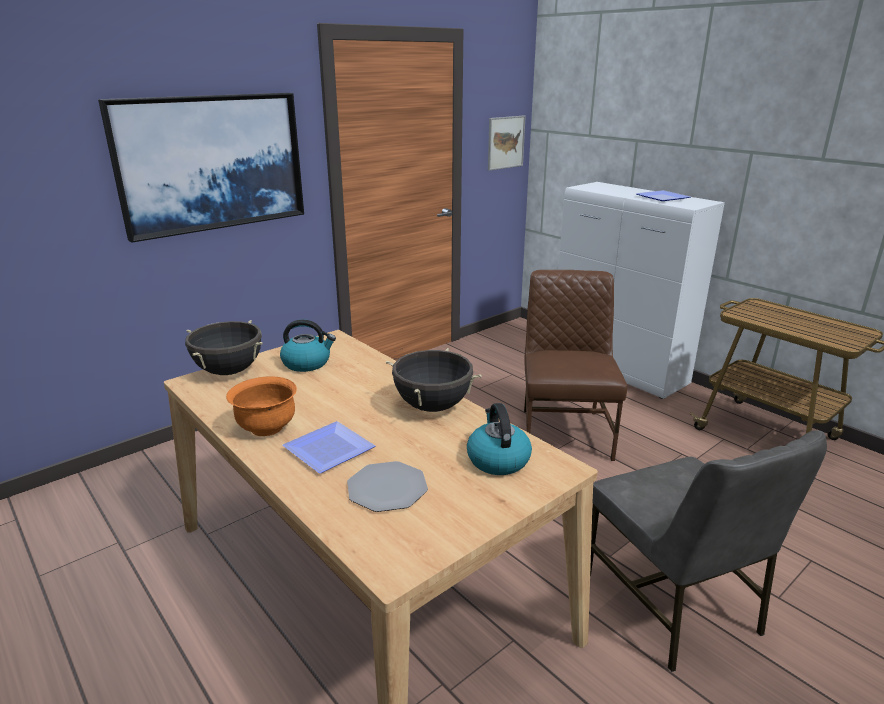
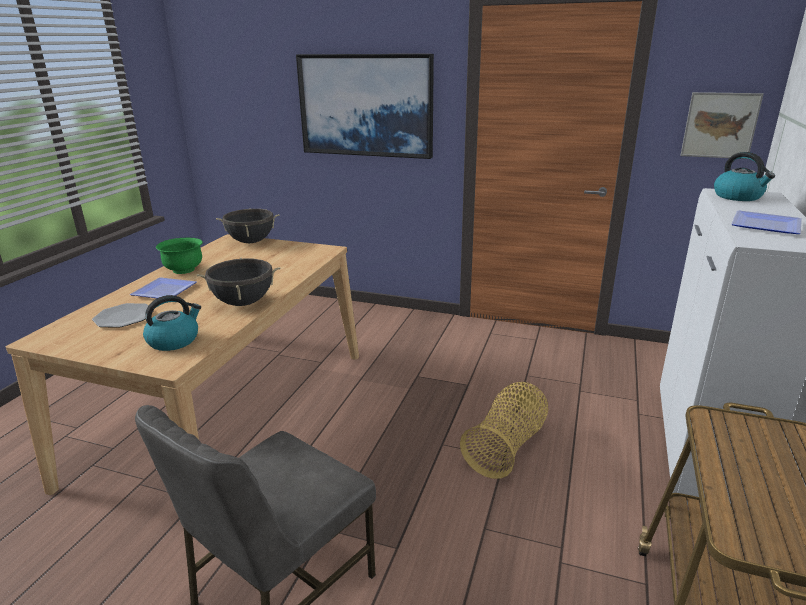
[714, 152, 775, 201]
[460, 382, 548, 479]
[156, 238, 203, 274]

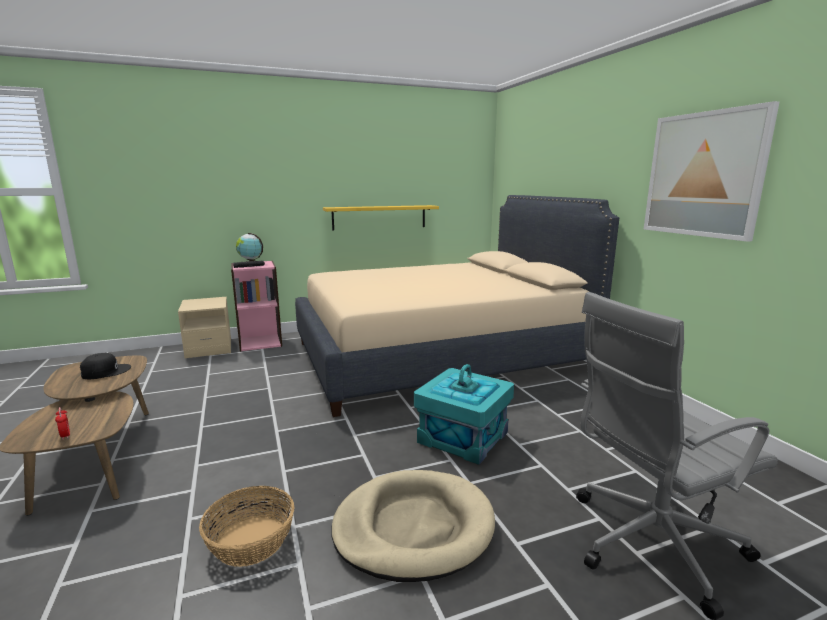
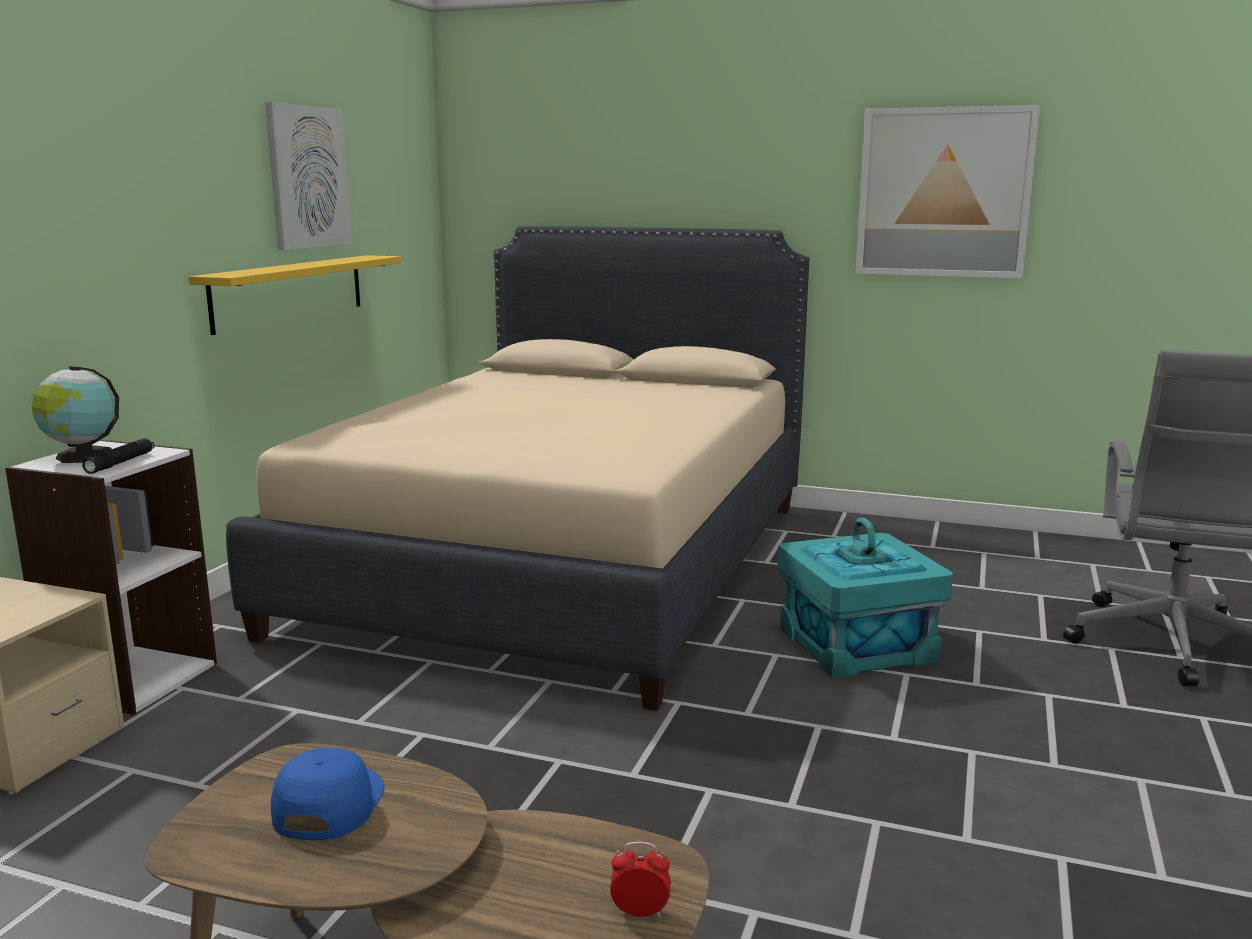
[199, 486, 295, 567] (first image)
[331, 470, 495, 582] (first image)
[265, 102, 352, 250]
[271, 748, 385, 840]
[5, 440, 217, 715]

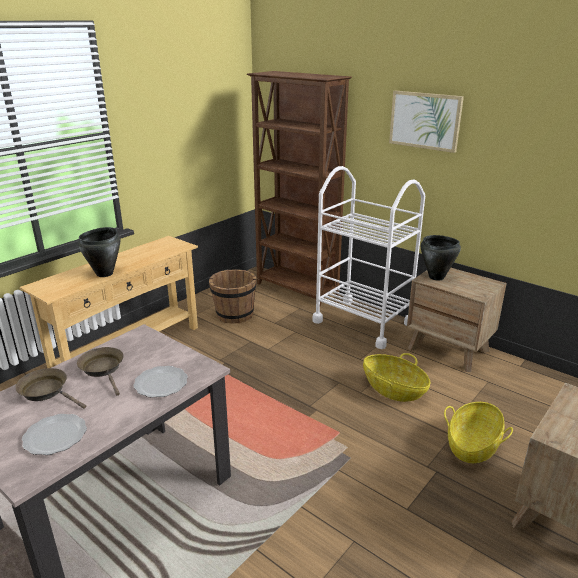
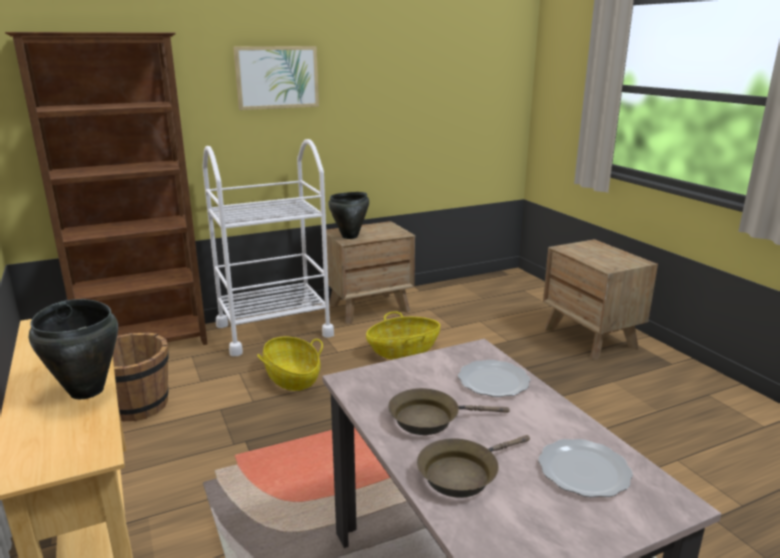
[257, 337, 323, 391]

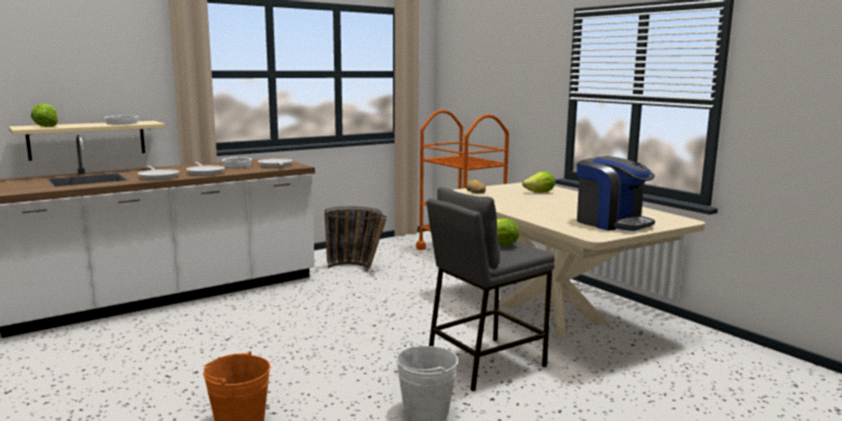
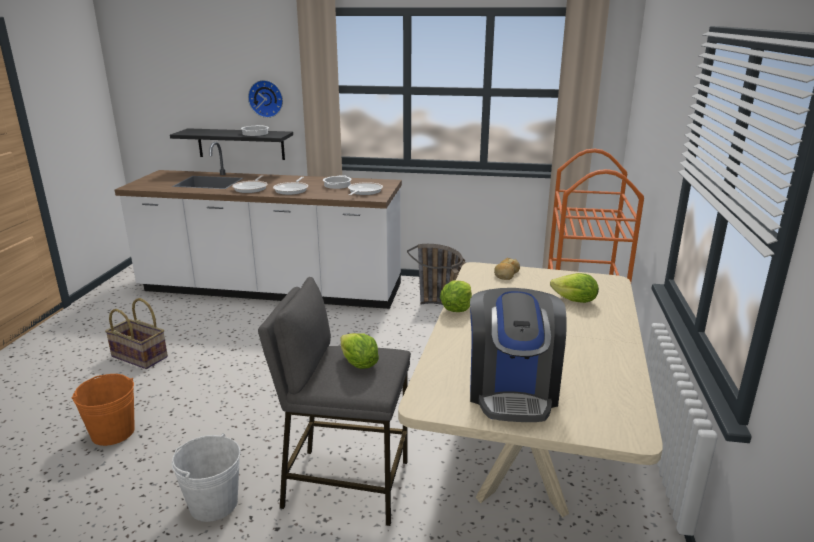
[105, 298, 168, 369]
[248, 80, 283, 118]
[440, 281, 472, 312]
[170, 128, 293, 160]

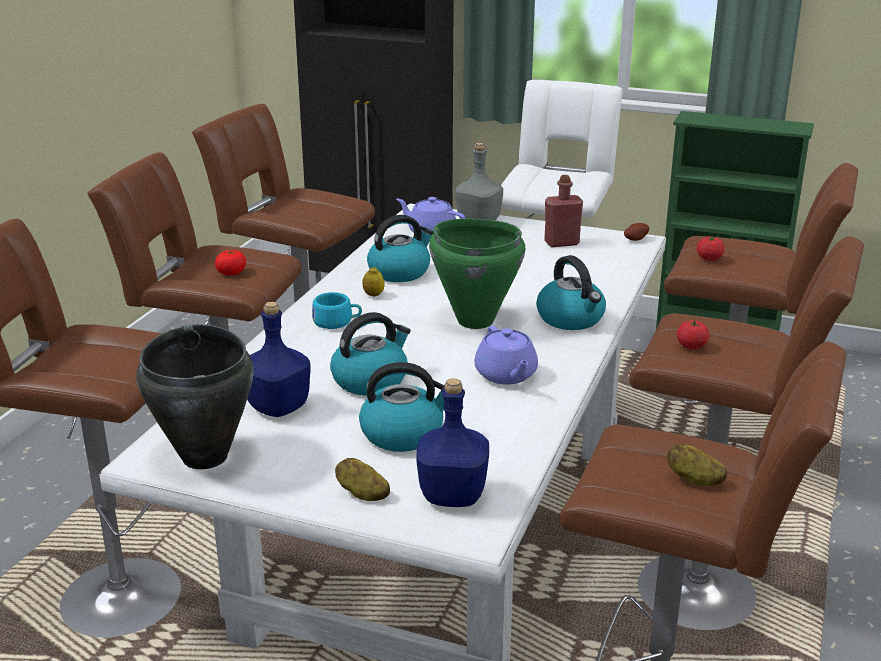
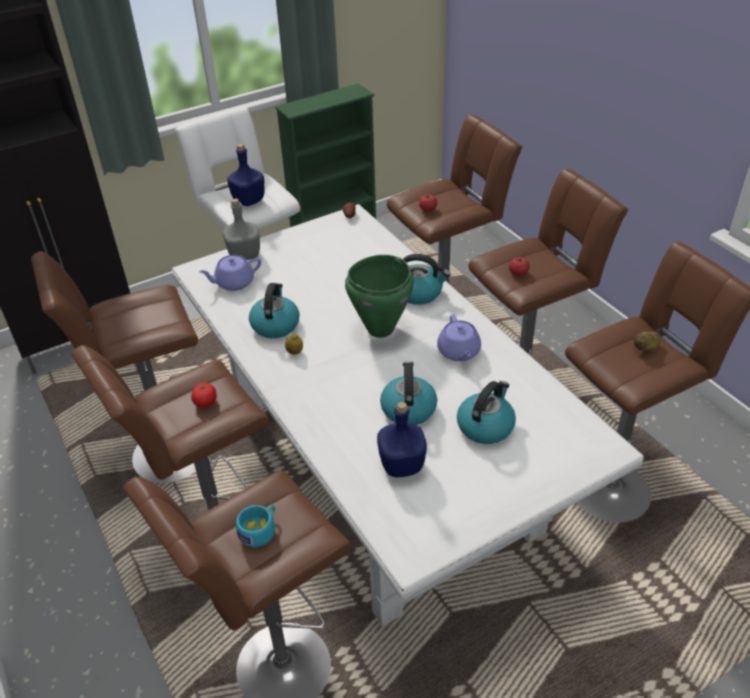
[136, 324, 254, 469] (first image)
[335, 458, 390, 501] (first image)
[544, 175, 583, 247] (first image)
[236, 505, 275, 547]
[227, 144, 264, 206]
[437, 314, 481, 361]

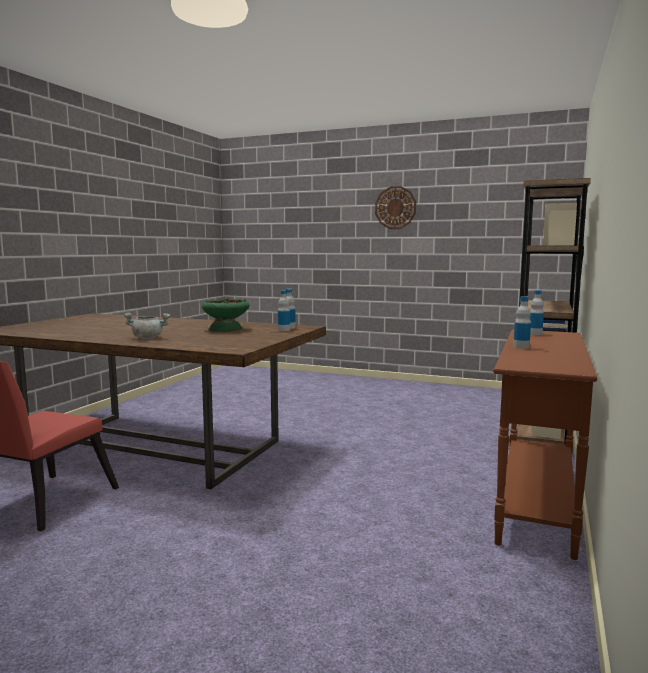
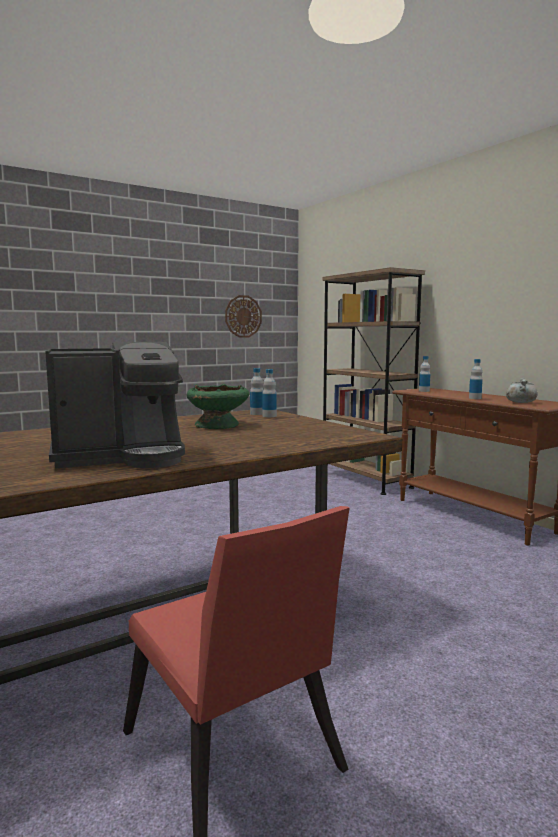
[45, 342, 185, 468]
[506, 378, 538, 403]
[225, 295, 262, 338]

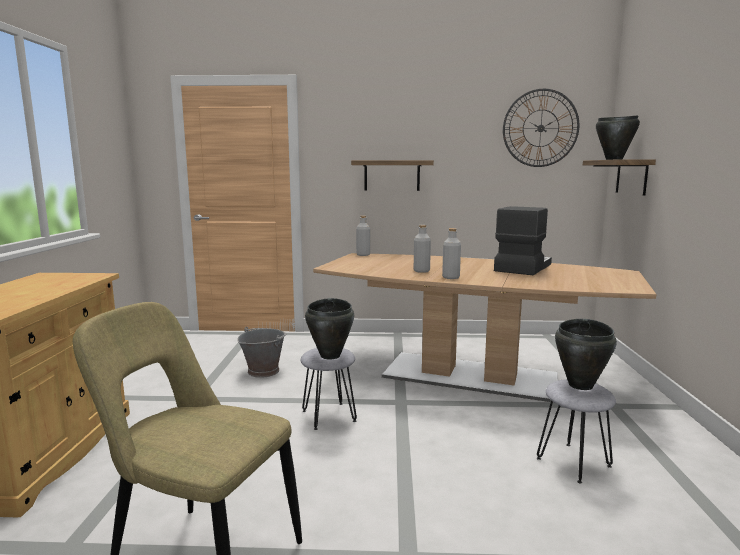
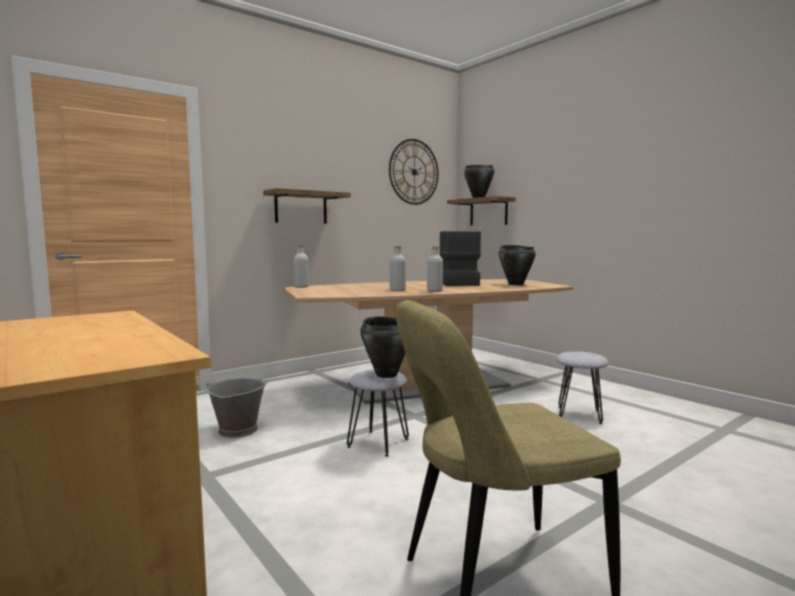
[499, 245, 536, 285]

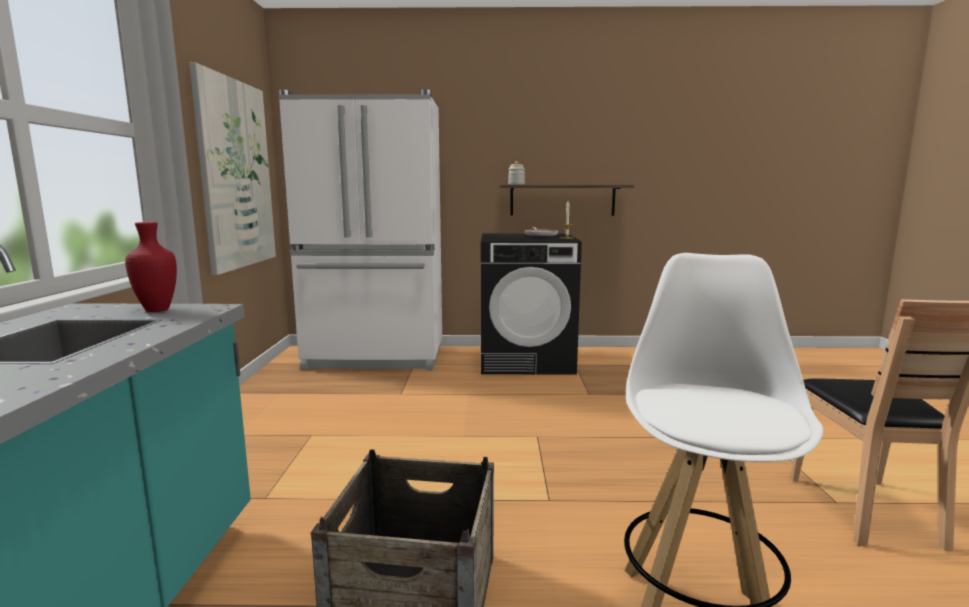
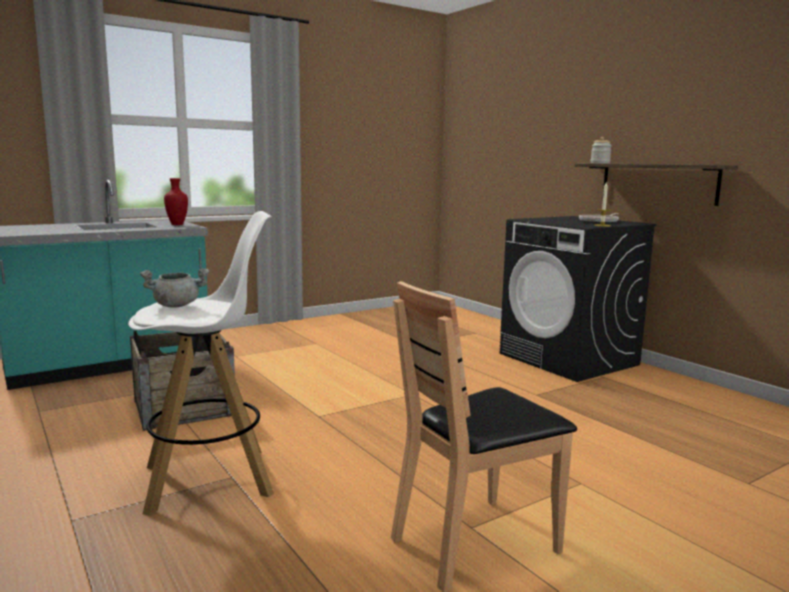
[189, 62, 276, 275] (first image)
[279, 89, 442, 371] (first image)
[140, 268, 209, 308]

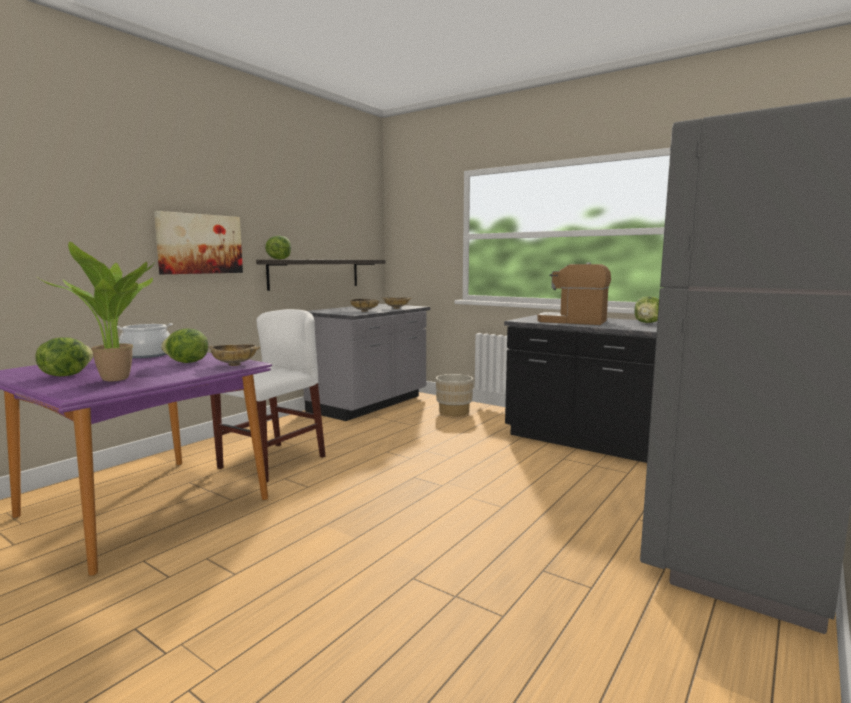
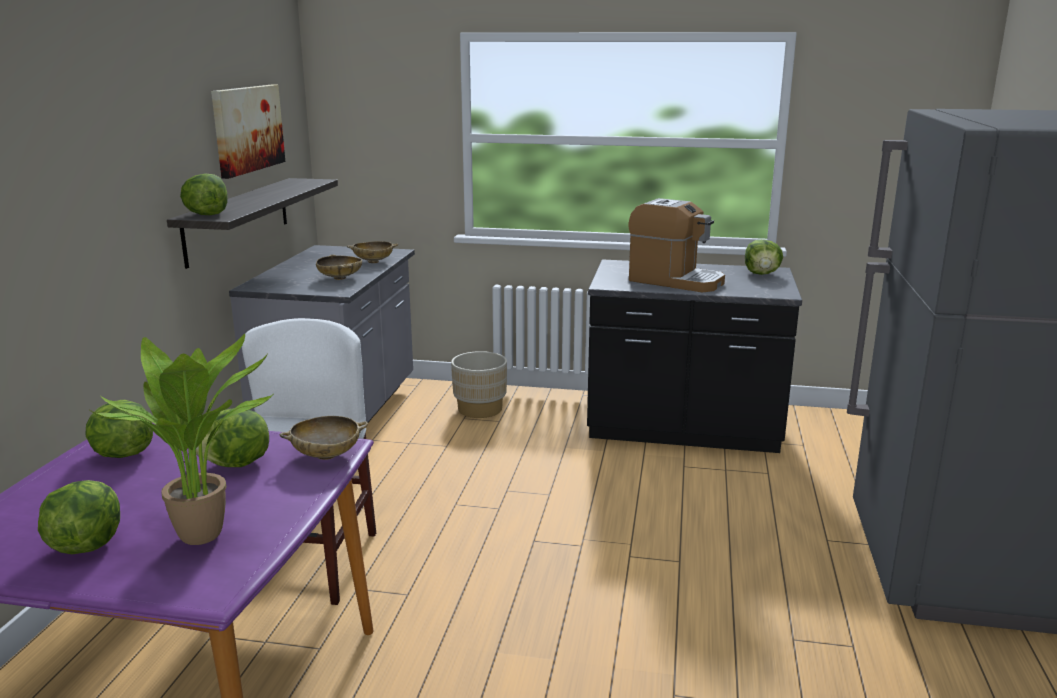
[211, 84, 285, 179]
[85, 400, 153, 458]
[628, 198, 725, 292]

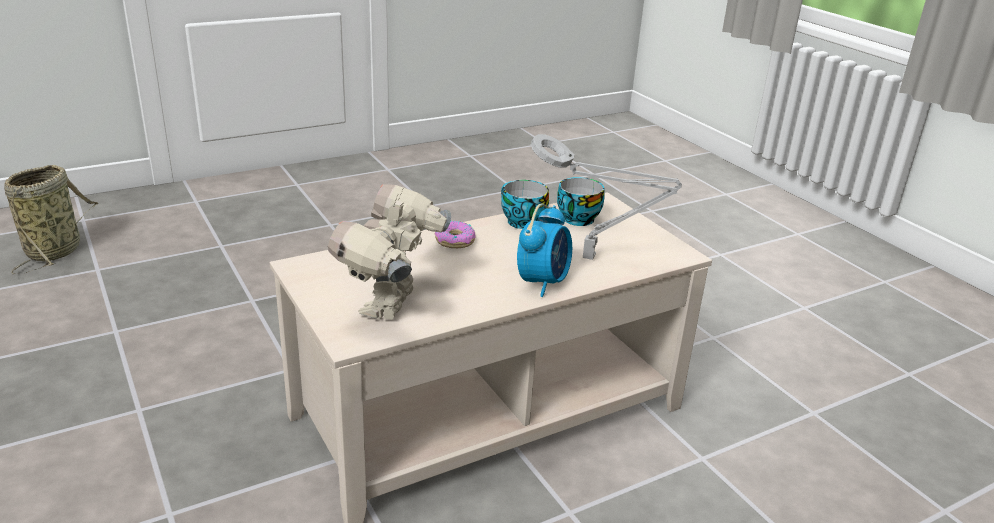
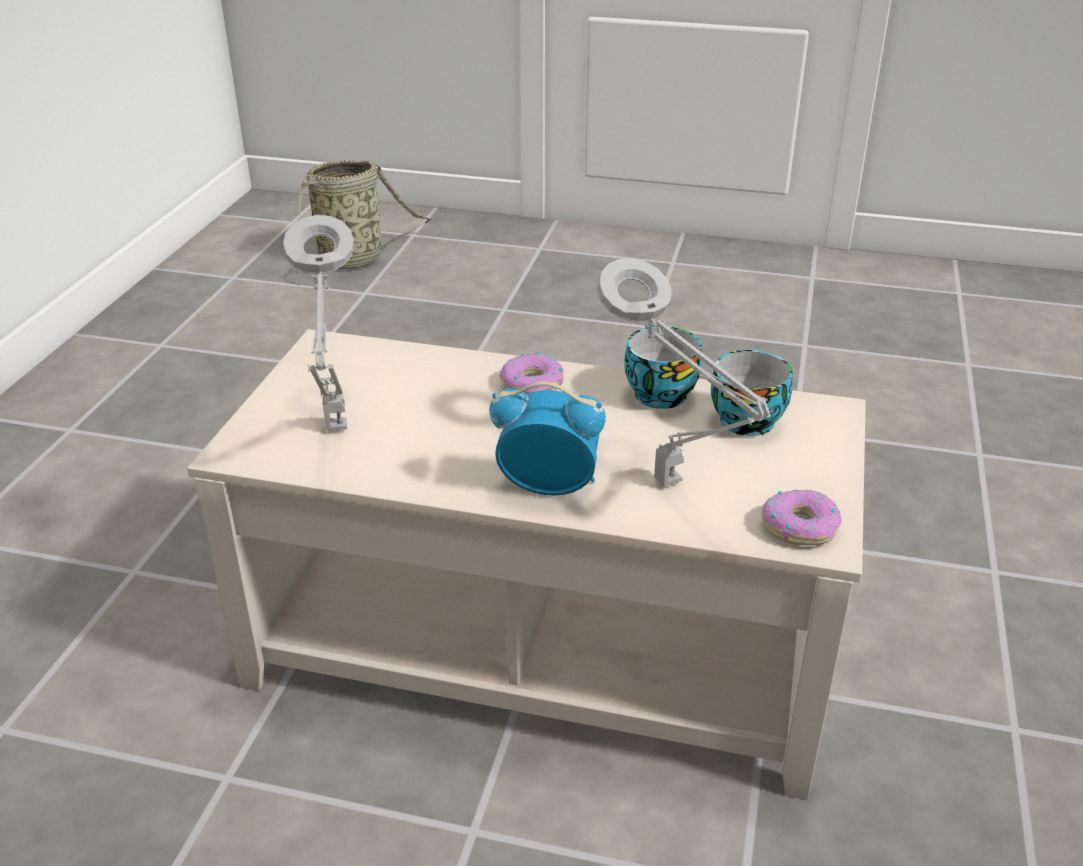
[761, 490, 841, 545]
[283, 215, 354, 431]
[489, 382, 606, 496]

